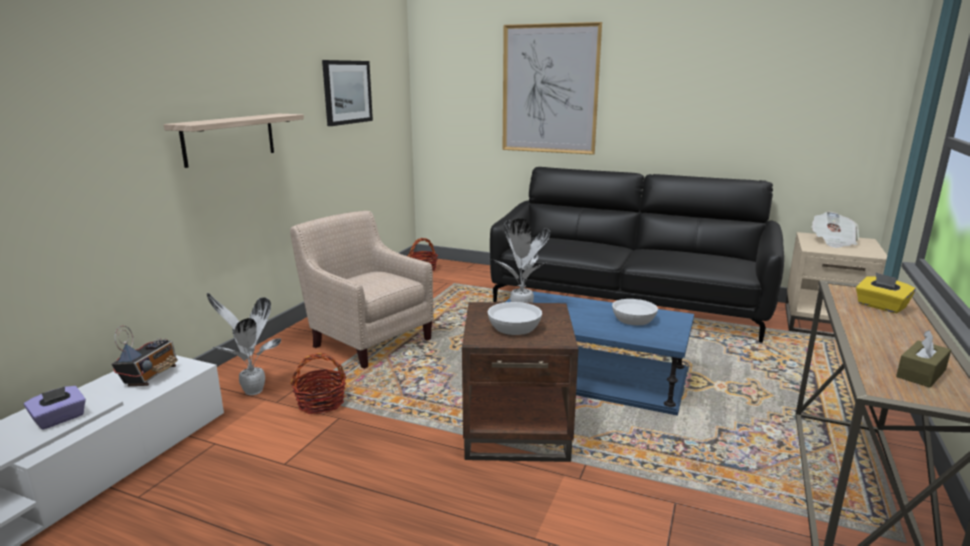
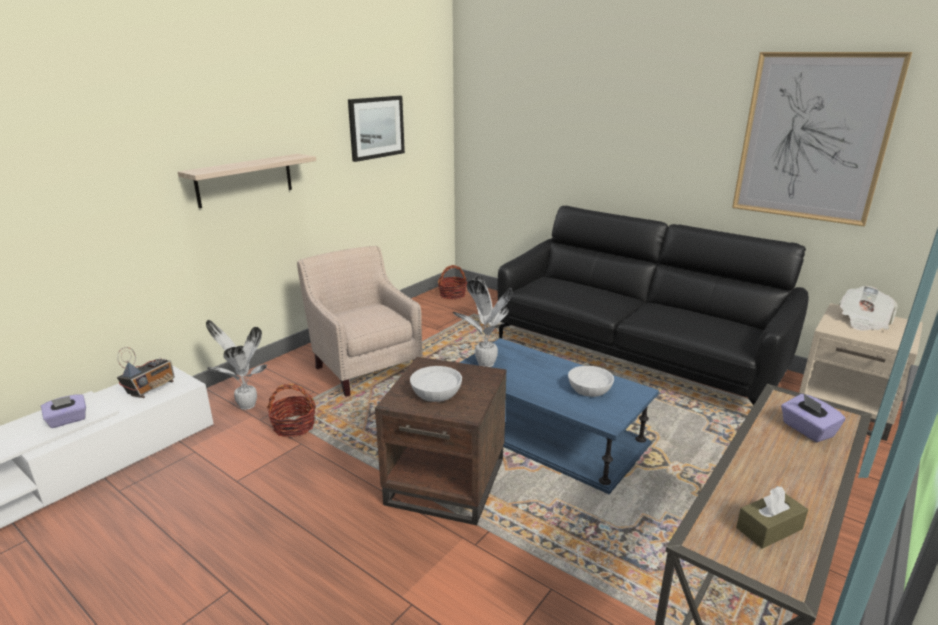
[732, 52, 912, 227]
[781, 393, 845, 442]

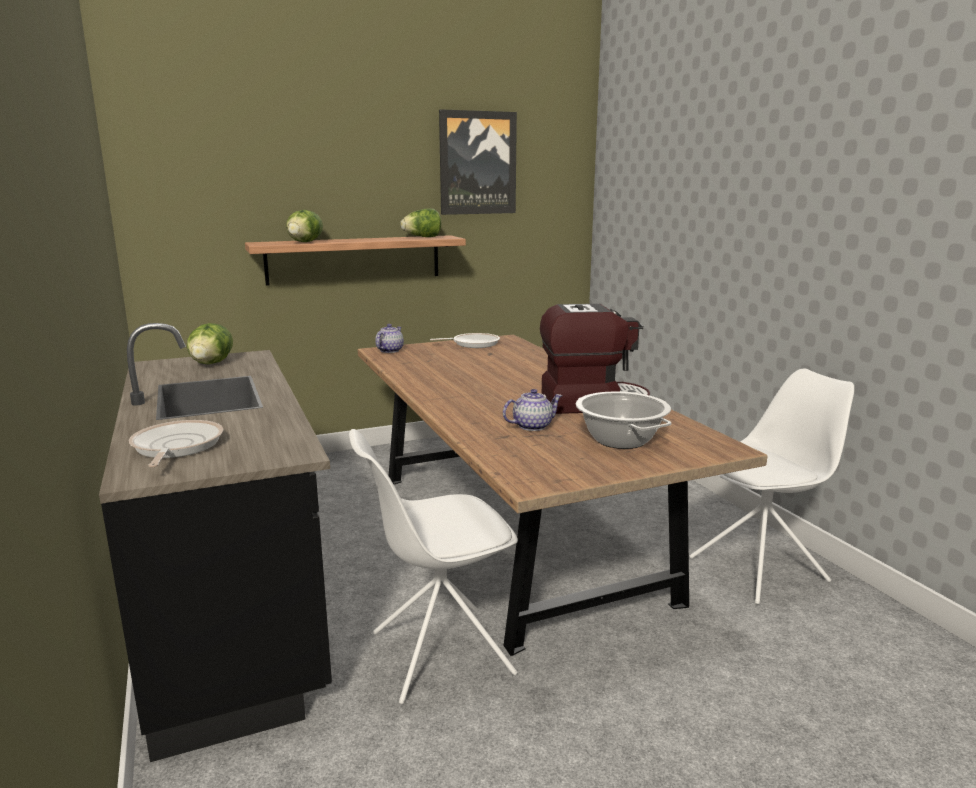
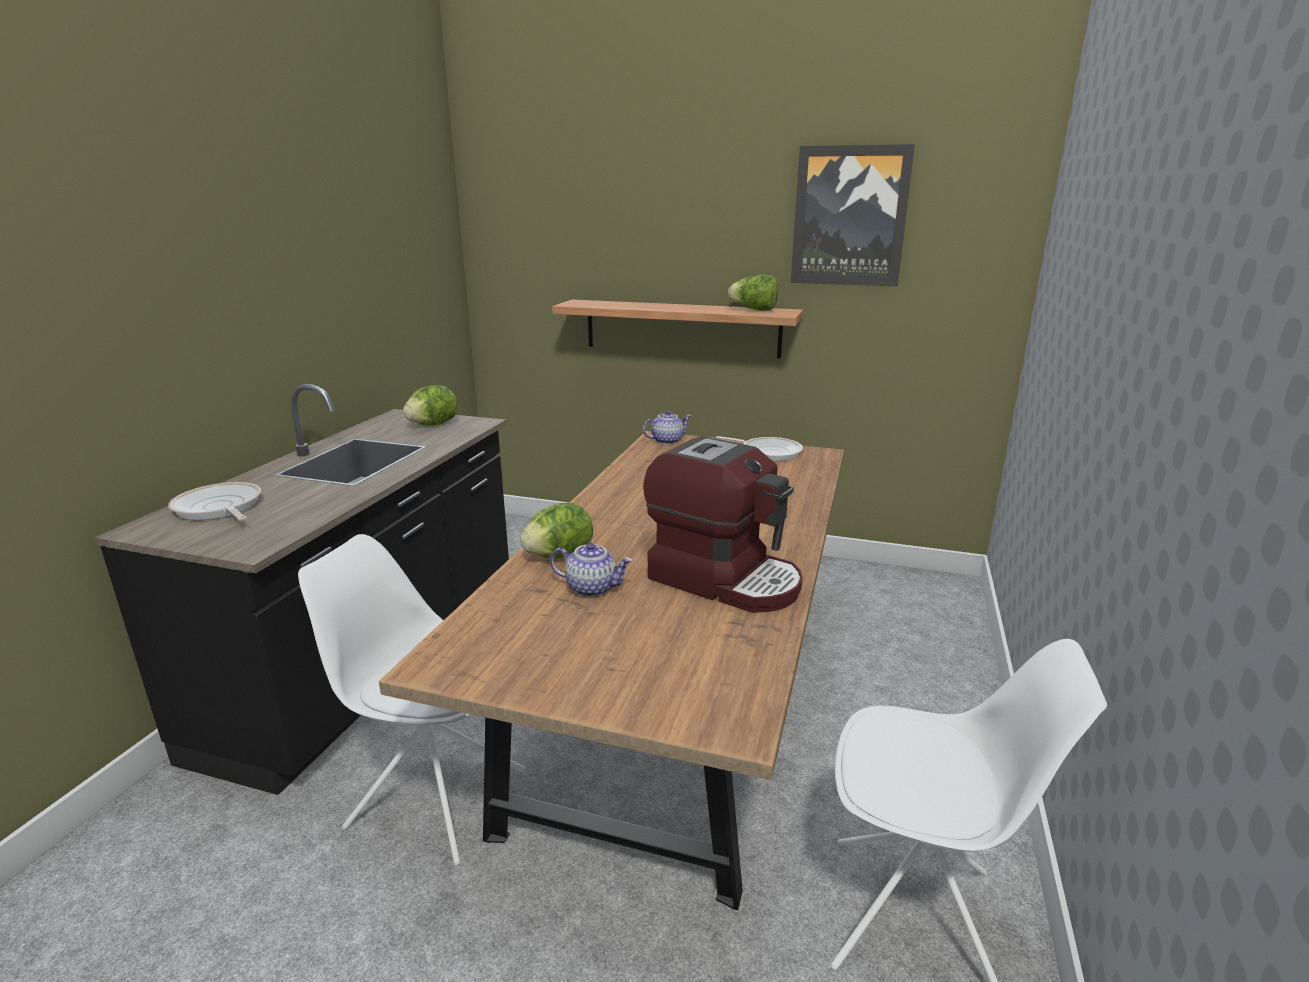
[576, 392, 672, 449] (first image)
[520, 503, 593, 558]
[168, 482, 261, 521]

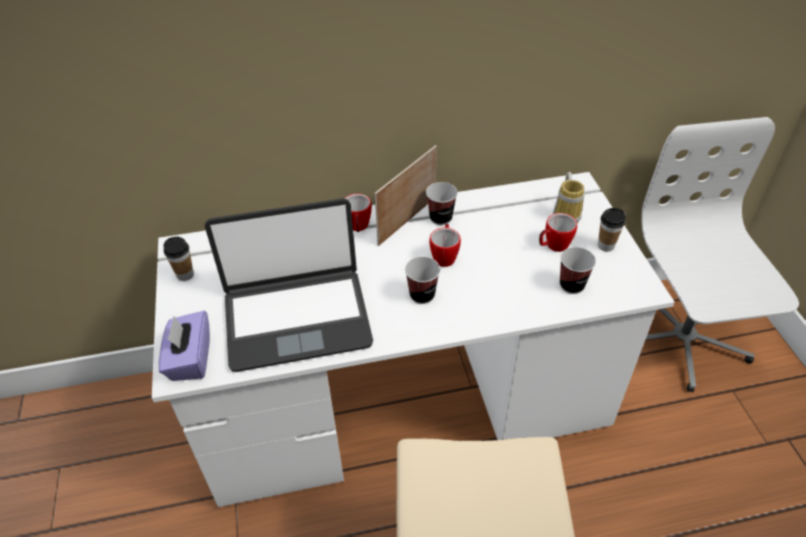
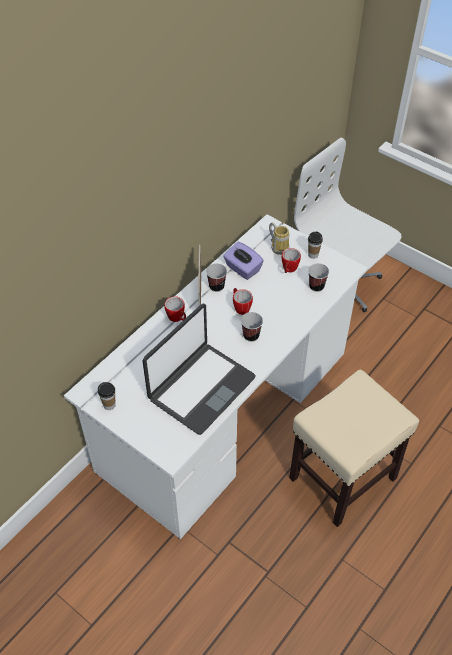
[223, 242, 264, 280]

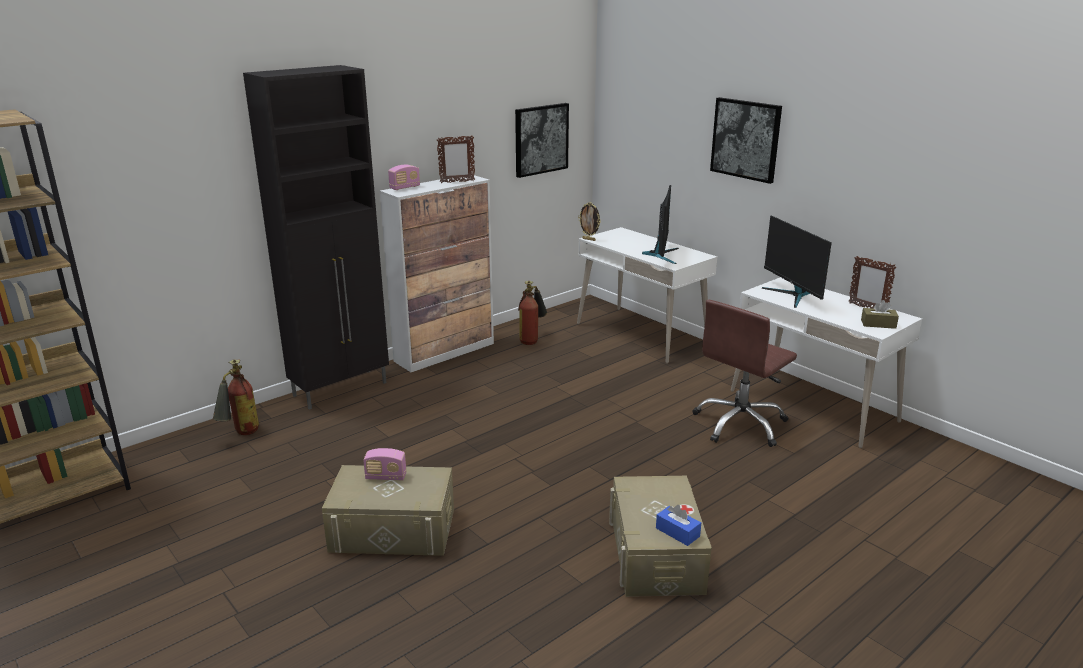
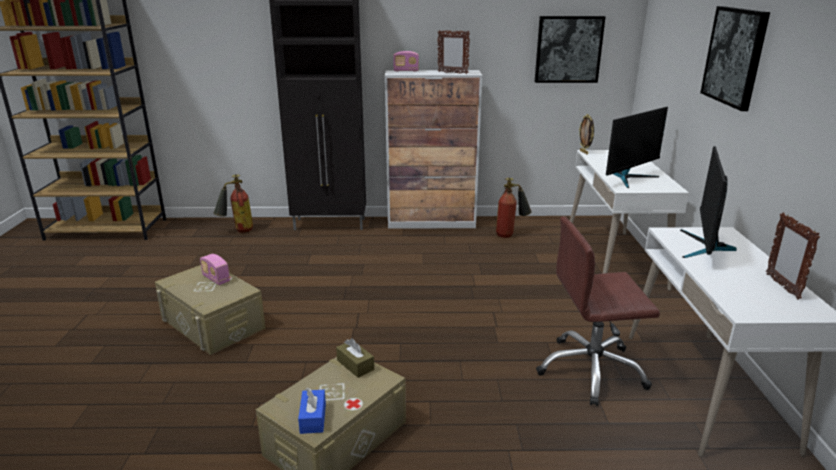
[336, 338, 374, 378]

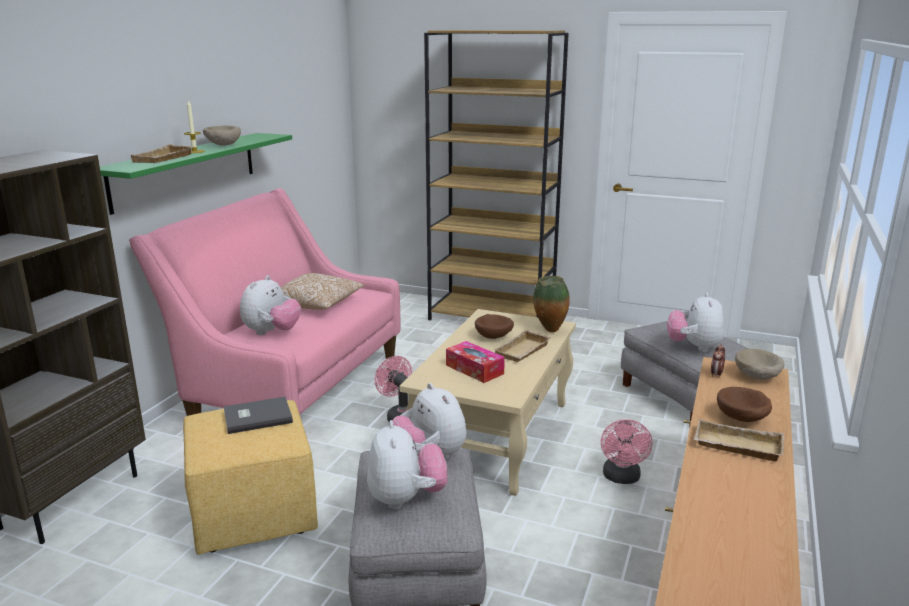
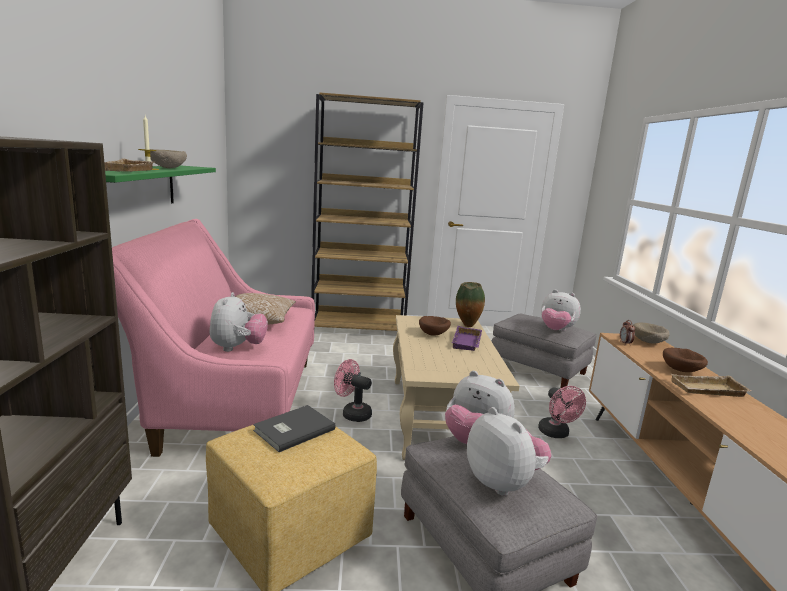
[446, 341, 505, 383] (first image)
[452, 326, 482, 351]
[541, 290, 581, 331]

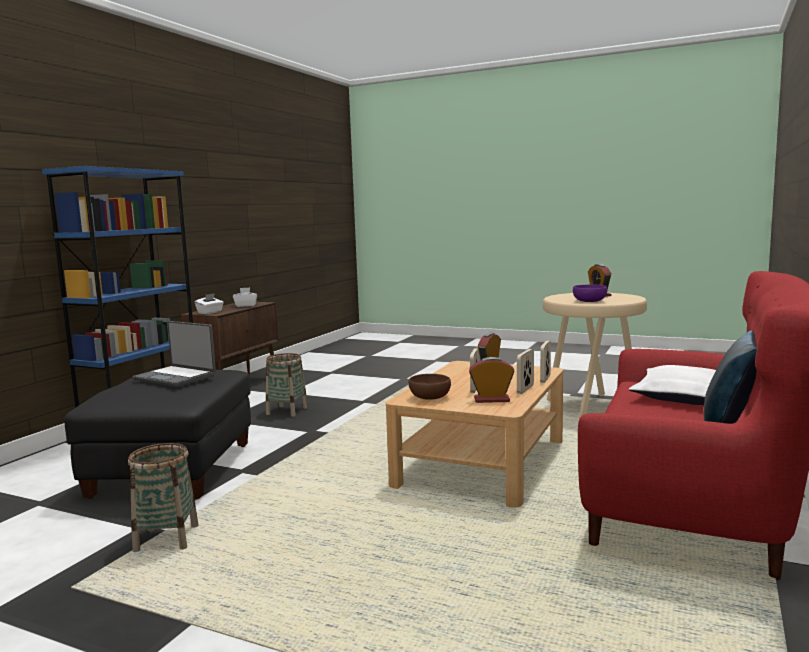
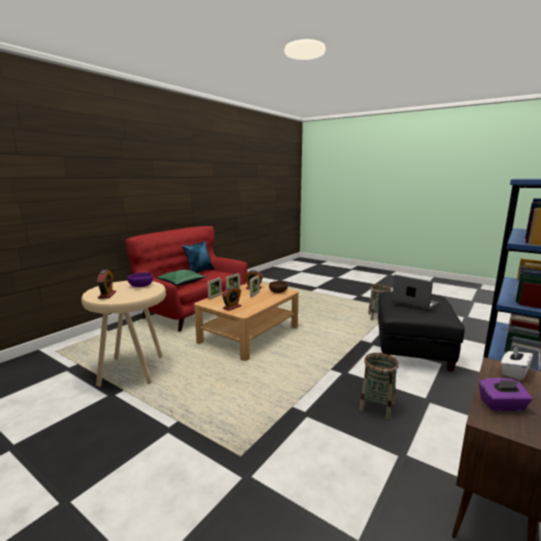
[479, 378, 533, 411]
[157, 270, 207, 286]

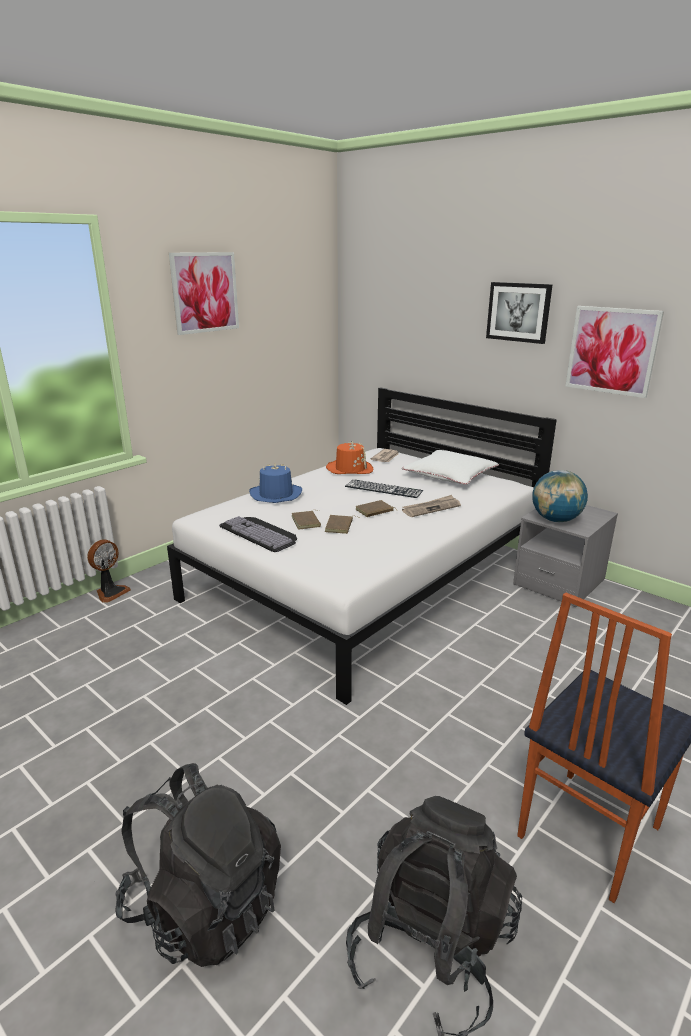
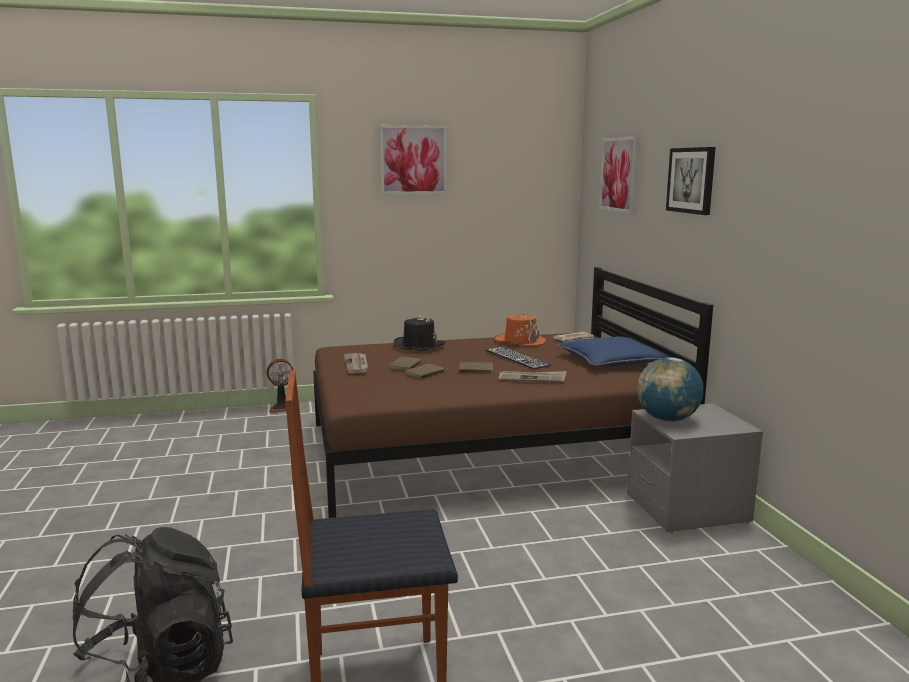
[115, 763, 281, 967] (first image)
[599, 136, 639, 214]
[344, 353, 368, 374]
[313, 267, 713, 518]
[393, 314, 446, 351]
[557, 337, 669, 367]

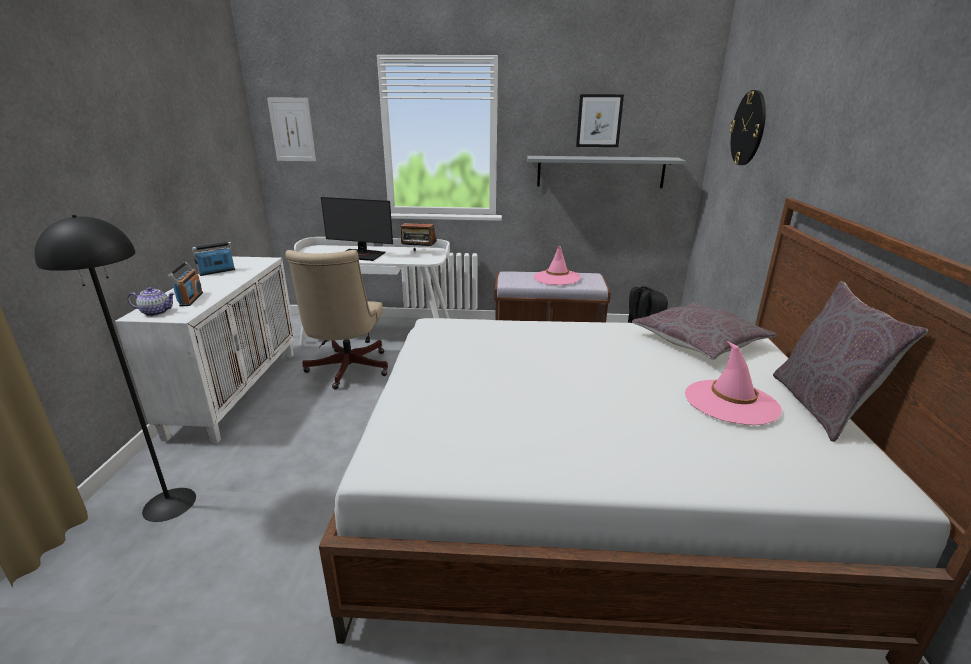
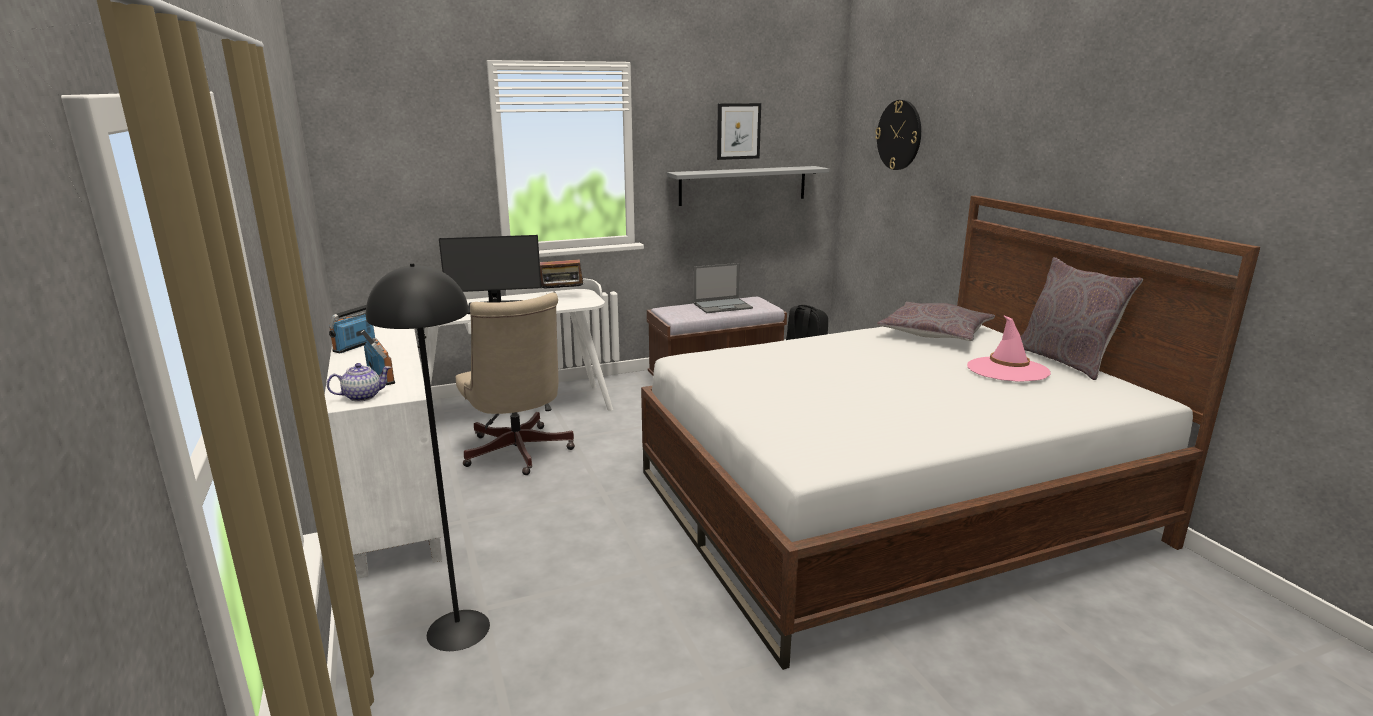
[267, 97, 316, 161] (first image)
[693, 263, 753, 313]

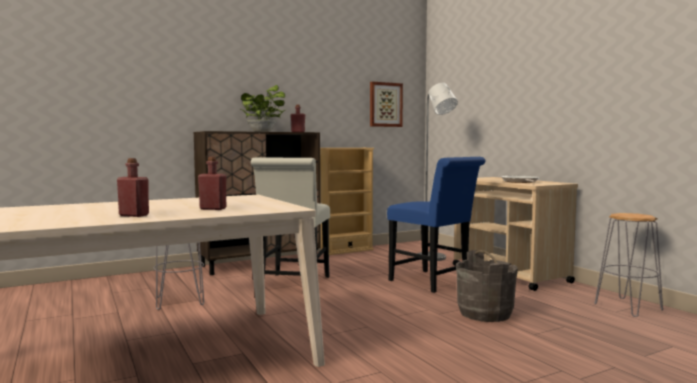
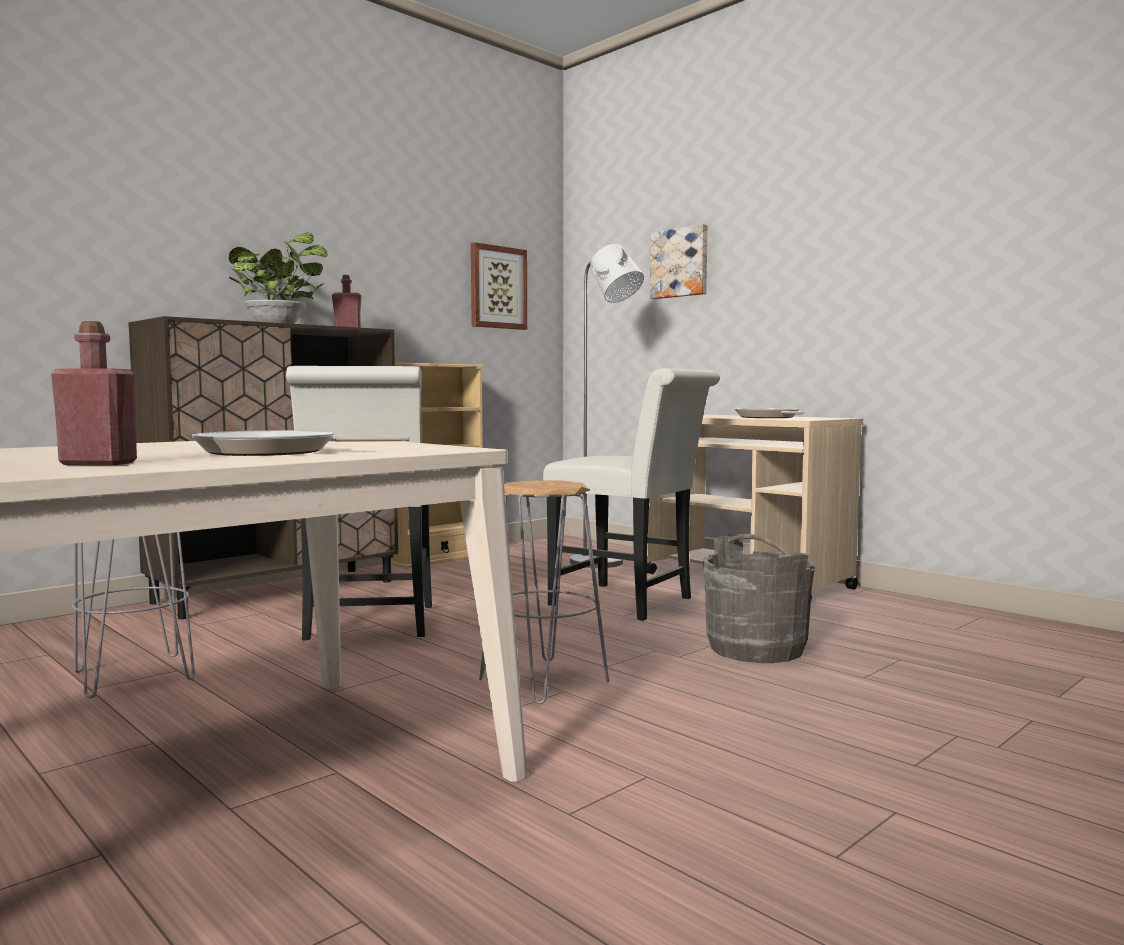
[650, 224, 707, 299]
[479, 480, 609, 704]
[192, 430, 410, 456]
[543, 368, 720, 621]

